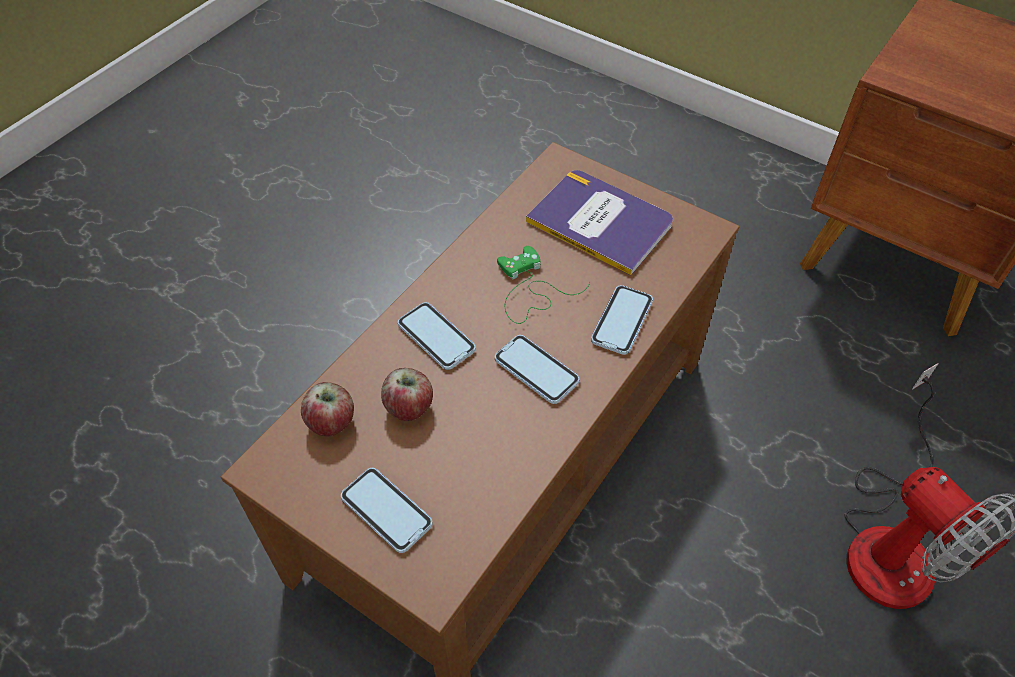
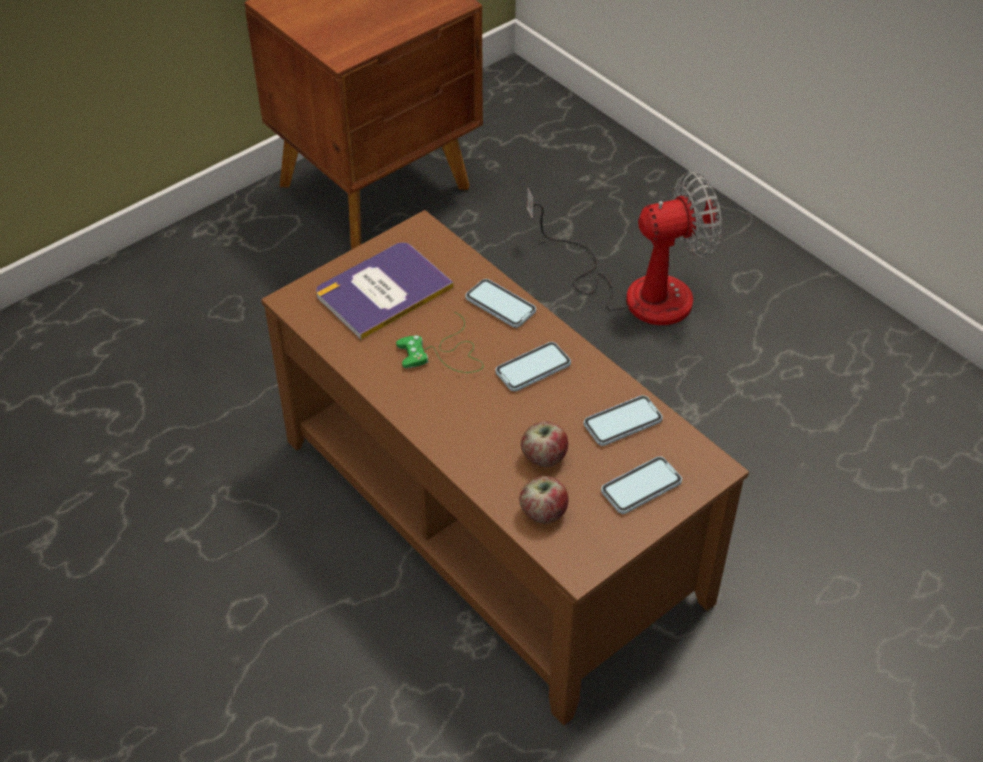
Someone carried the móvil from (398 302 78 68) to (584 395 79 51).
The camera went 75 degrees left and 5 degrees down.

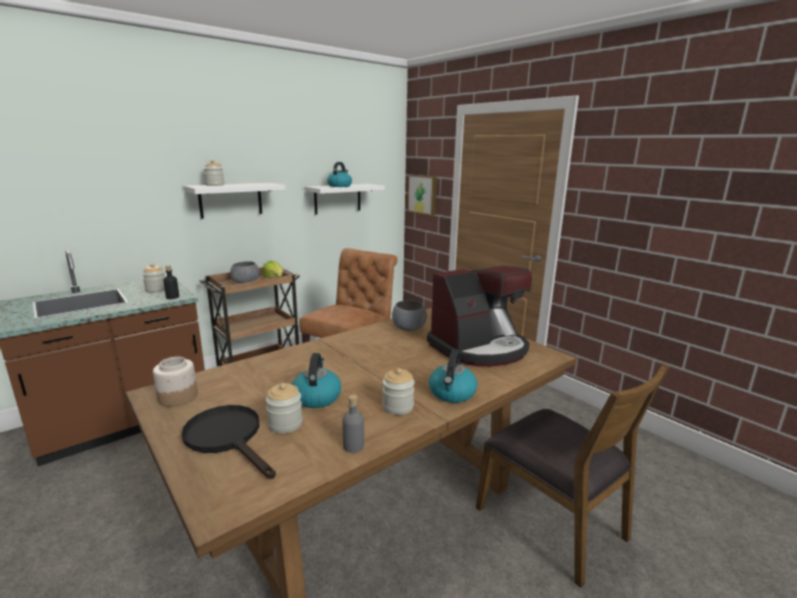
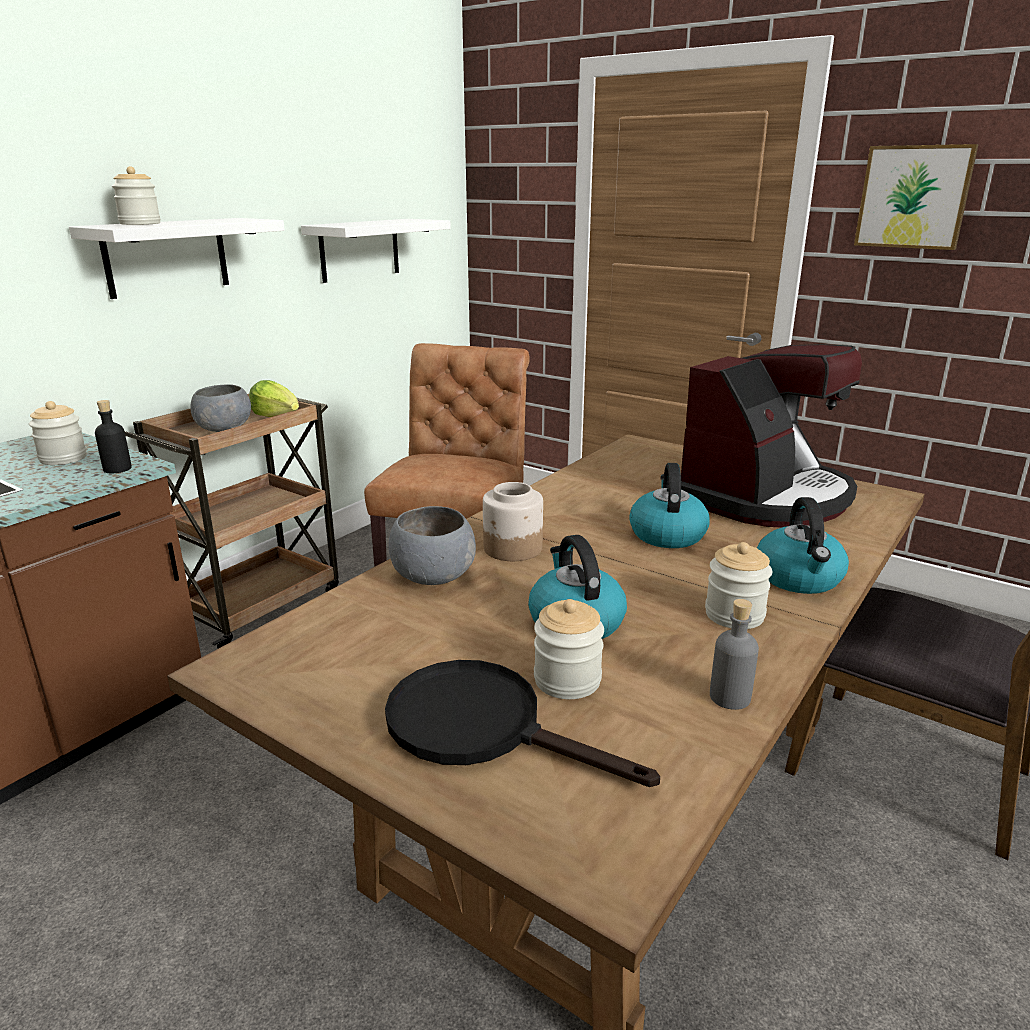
Someone carried the cuenco (gris) from (392 300 35 31) to (388 506 88 79).
Someone carried the tarro from (153 357 45 50) to (483 482 60 79).
Someone carried the hervidor from (327 162 25 25) to (629 463 81 85).
Someone carried the cuadro from (408 175 29 41) to (854 144 124 106).
The camera went 15 degrees left and 5 degrees up.

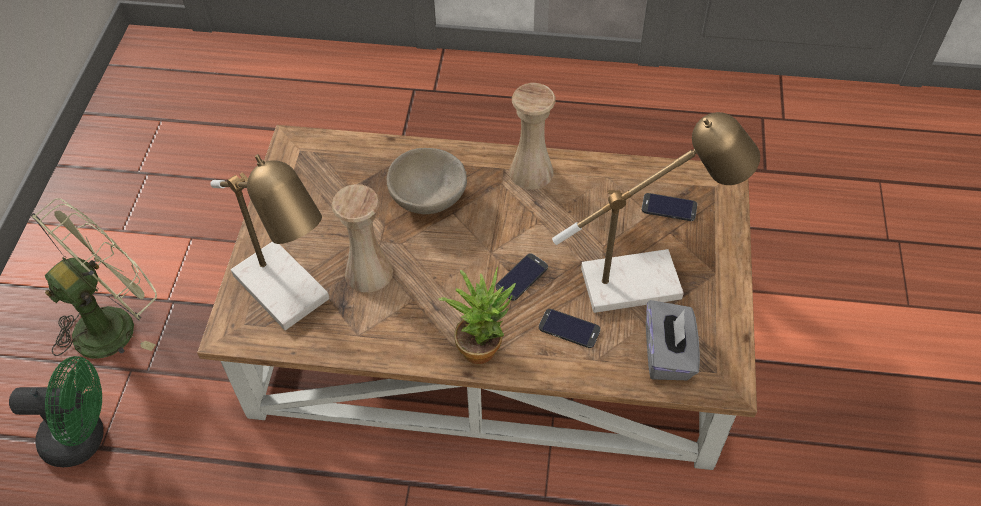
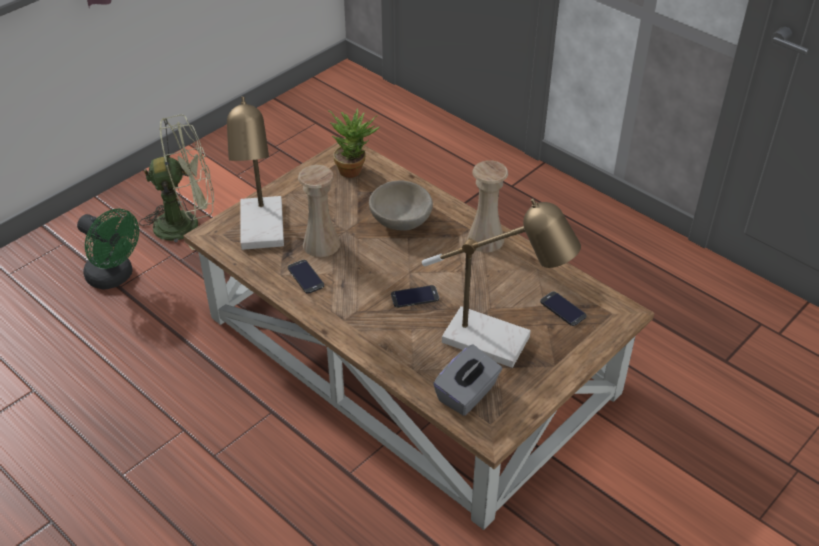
Someone carried the móvil from (539 309 61 39) to (288 260 36 34).
Someone carried the planta en maceta from (438 266 78 98) to (328 109 52 69).
The camera went 35 degrees right and 10 degrees down.

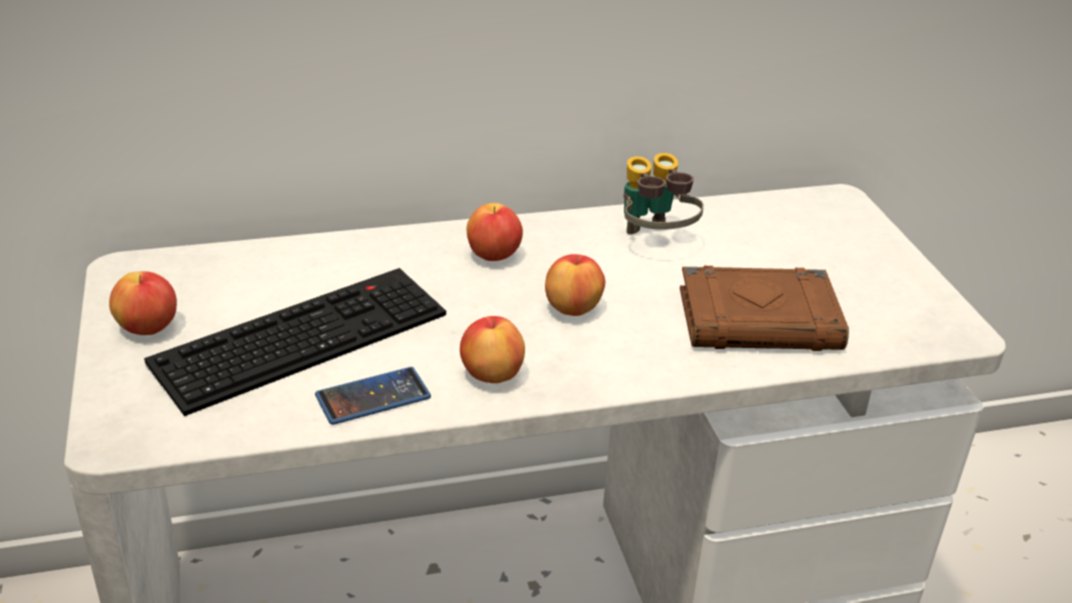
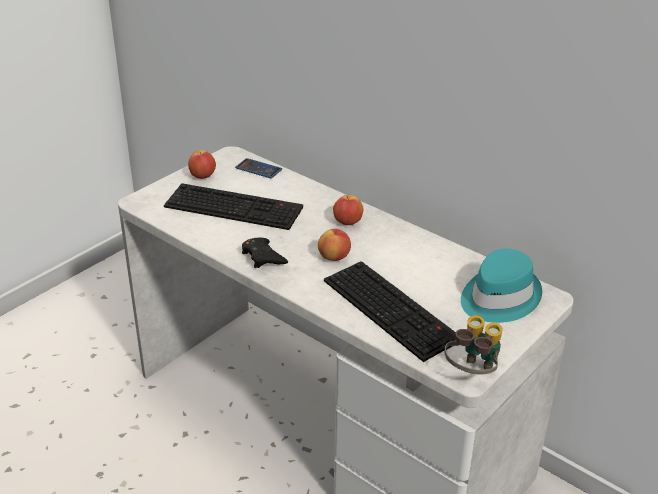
Someone carried the móvil from (315 367 116 58) to (235 158 47 20).
Someone swapped the manzana at (460 316 65 67) for the mando de consola (negro) at (242 237 46 31).
Someone swapped the libro (marrón) at (680 266 169 85) for the teclado at (324 261 132 101).
Someone carried the prismáticos from (624 153 80 81) to (444 315 59 60).
Someone put down the sombrero (turquesa) at (461 248 81 75).
The camera went 55 degrees right and 0 degrees up.

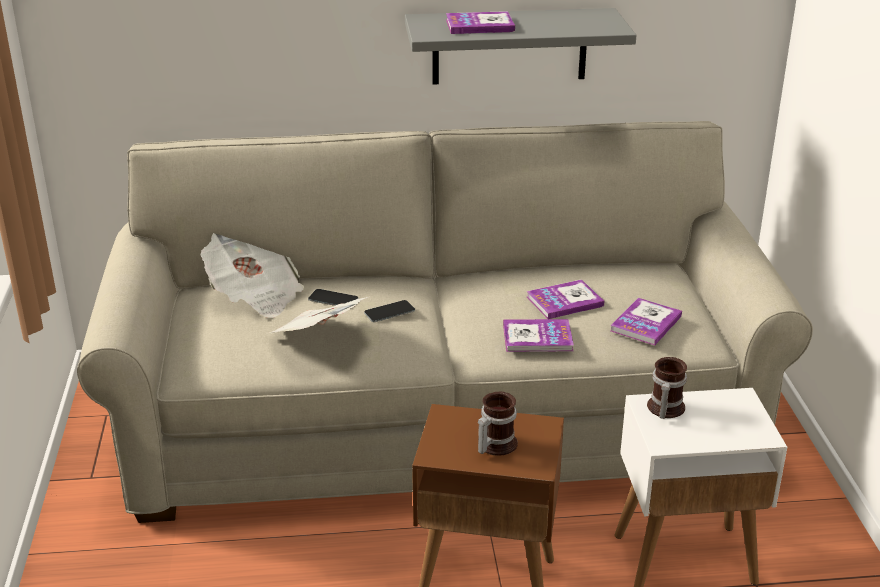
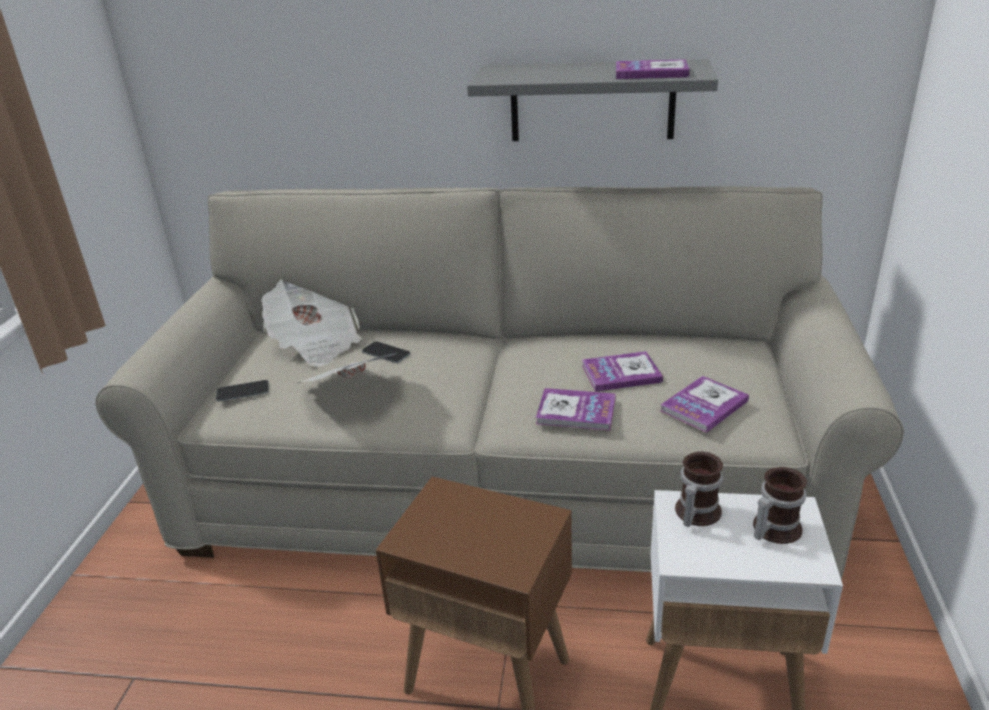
Someone carried the móvil from (364 300 51 22) to (216 380 53 22).
Someone carried the libro from (446 11 69 23) to (616 59 74 20).
Someone carried the taza grande from (478 392 40 64) to (753 467 54 77).
The camera went 15 degrees right and 0 degrees up.

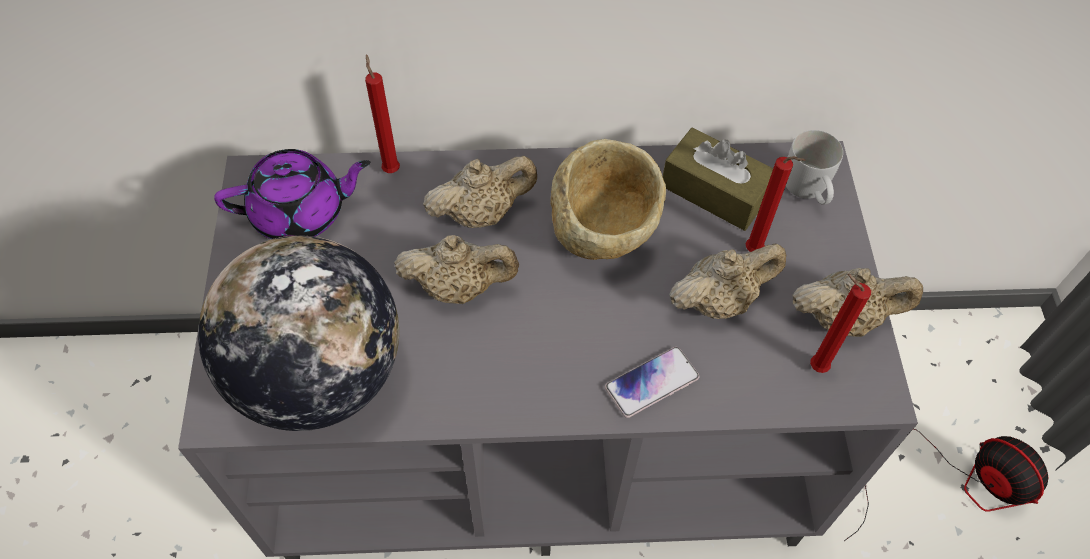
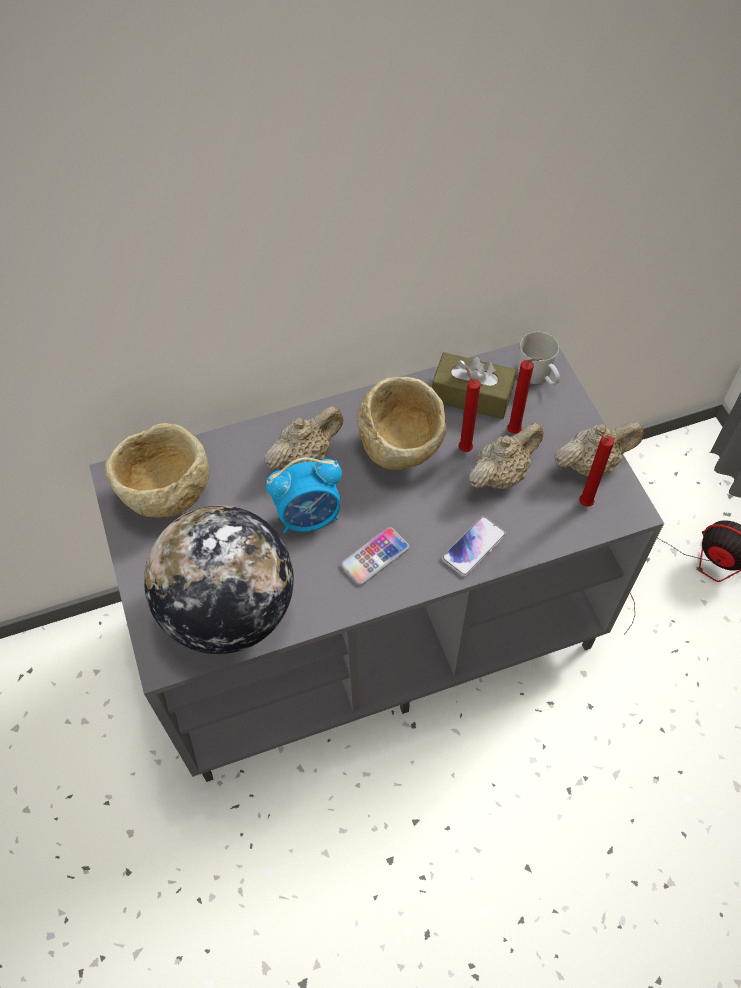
Someone swapped the tetera (morado) at (214 149 156 90) for the cuenco (beis) at (105 423 104 95).
Someone swapped the tetera (beis) at (394 235 125 69) for the despertador at (266 457 76 77).
Someone put down the móvil at (341 527 68 58).
Someone carried the vela (rojo) from (365 54 35 119) to (458 367 23 85).
The camera went 15 degrees left and 0 degrees up.

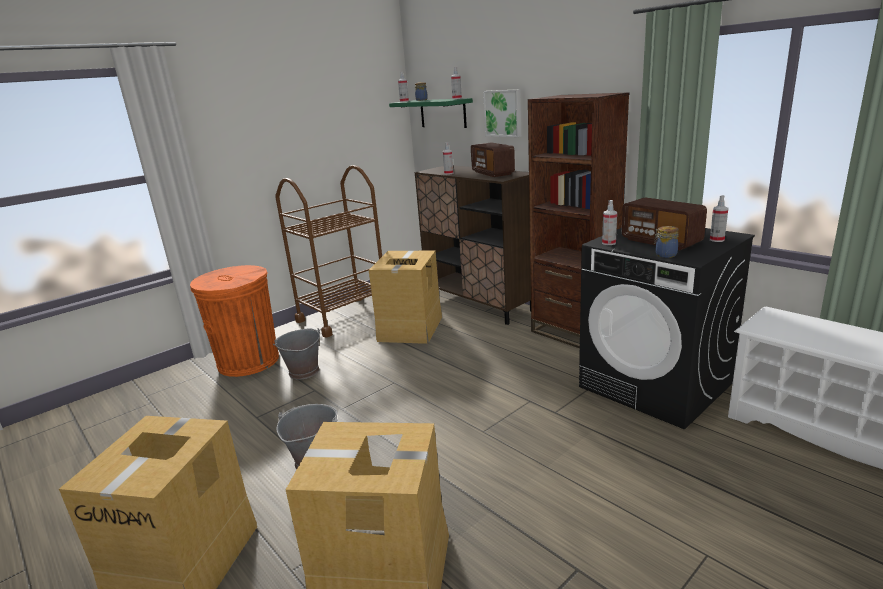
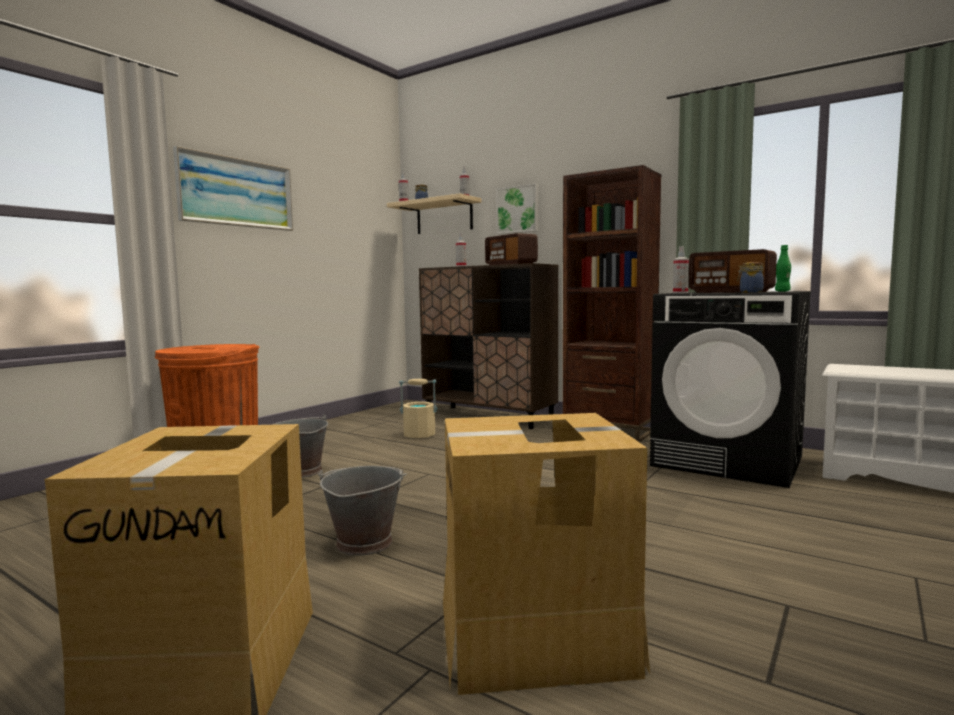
Someone put up the cuadro at (173 146 120 85).
Someone repainted the estante (verde) at (389 98 84 30), which became the estante (beis) at (387 193 95 41).
Someone swapped the caja de cartón at (369 251 73 93) for the cubo (beis) at (399 379 38 59).
Someone swapped the pulverizador at (710 195 18 47) for the botella (verde) at (775 245 16 46).
Someone took away the carrito (marrón) at (275 165 107 172).
The camera went 15 degrees left and 15 degrees down.

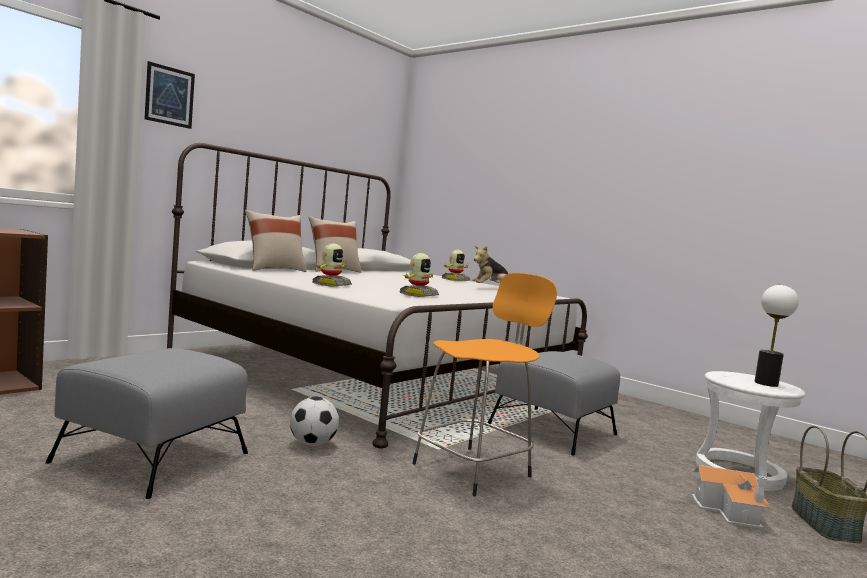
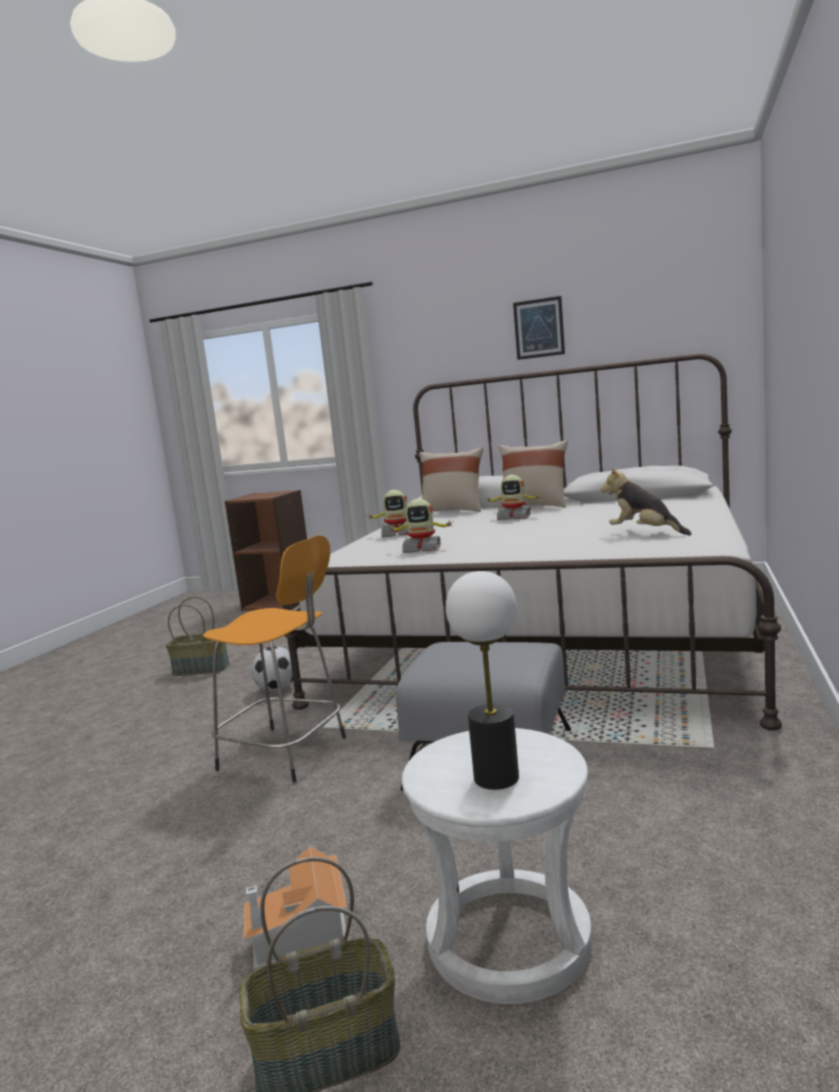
Someone swapped the puf (gris) at (45 348 203 151) for the cesta at (166 597 64 79).
Someone carried the robot de juguete from (442 250 29 31) to (485 475 57 45).
Someone carried the cuadro from (144 61 51 68) to (513 296 52 64).
The camera went 70 degrees right and 5 degrees up.

